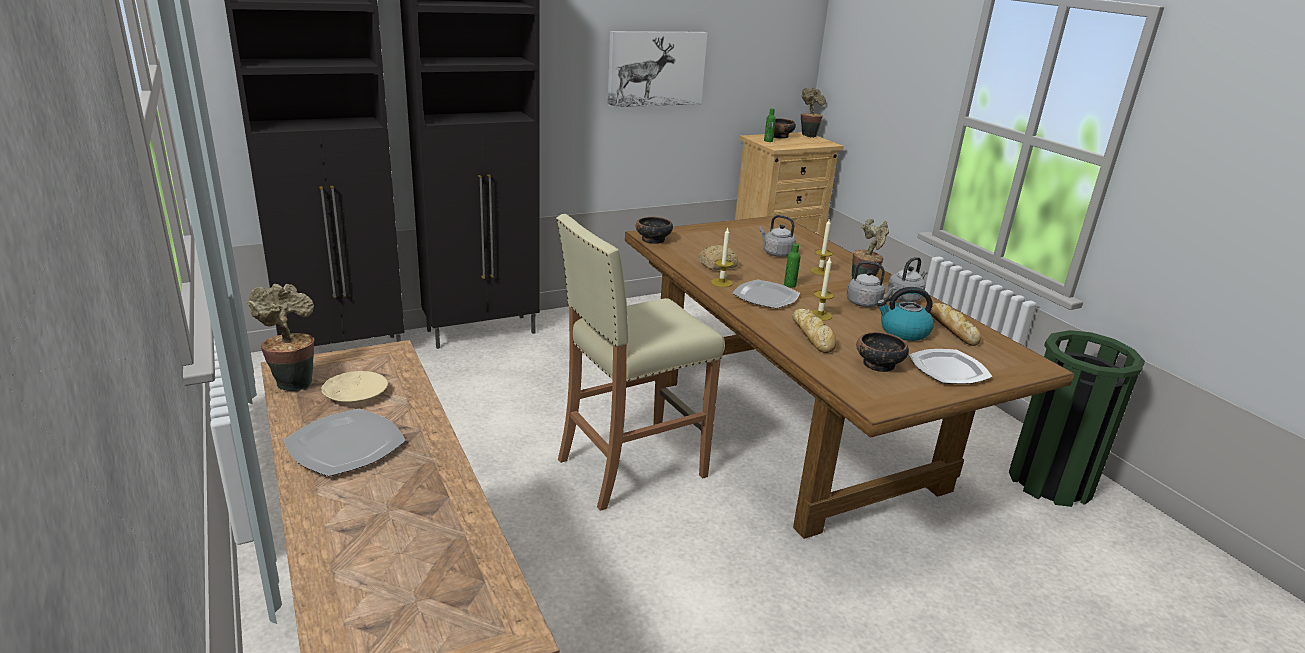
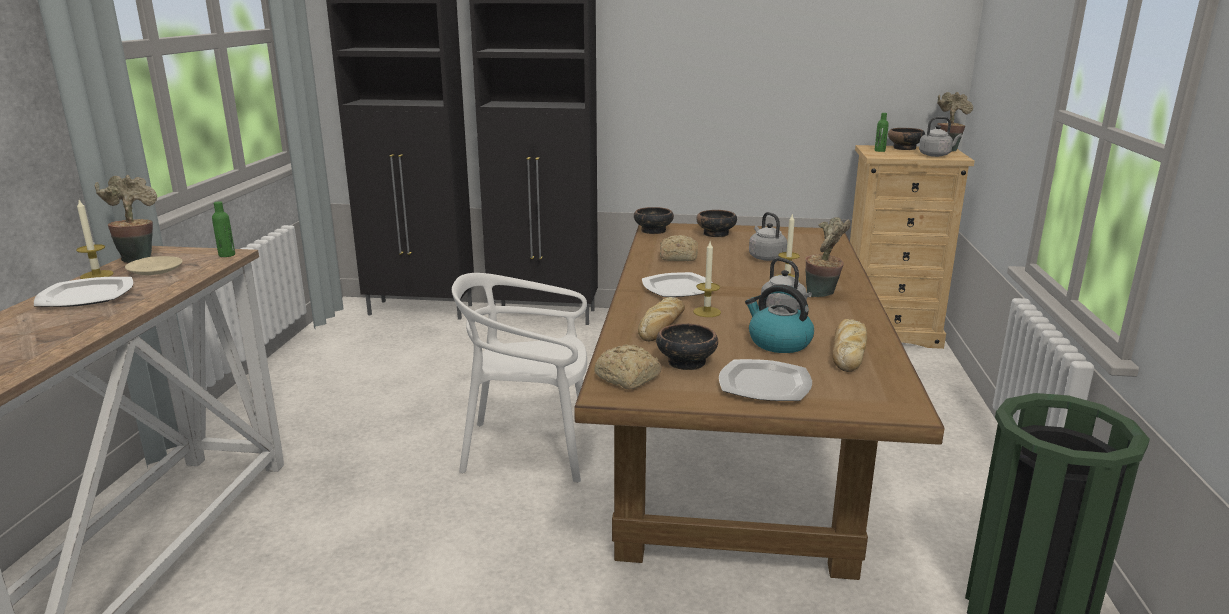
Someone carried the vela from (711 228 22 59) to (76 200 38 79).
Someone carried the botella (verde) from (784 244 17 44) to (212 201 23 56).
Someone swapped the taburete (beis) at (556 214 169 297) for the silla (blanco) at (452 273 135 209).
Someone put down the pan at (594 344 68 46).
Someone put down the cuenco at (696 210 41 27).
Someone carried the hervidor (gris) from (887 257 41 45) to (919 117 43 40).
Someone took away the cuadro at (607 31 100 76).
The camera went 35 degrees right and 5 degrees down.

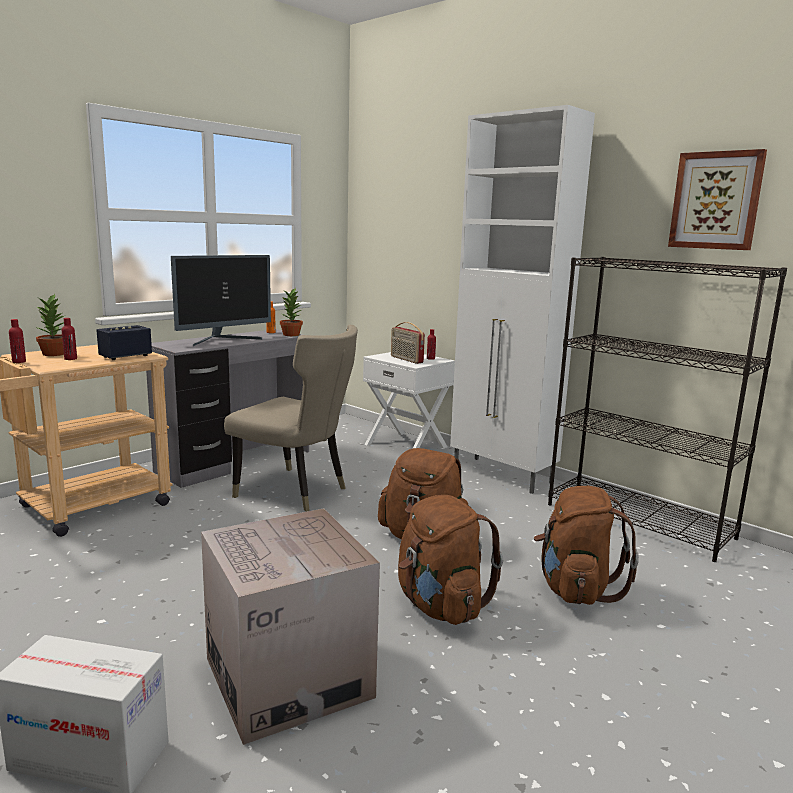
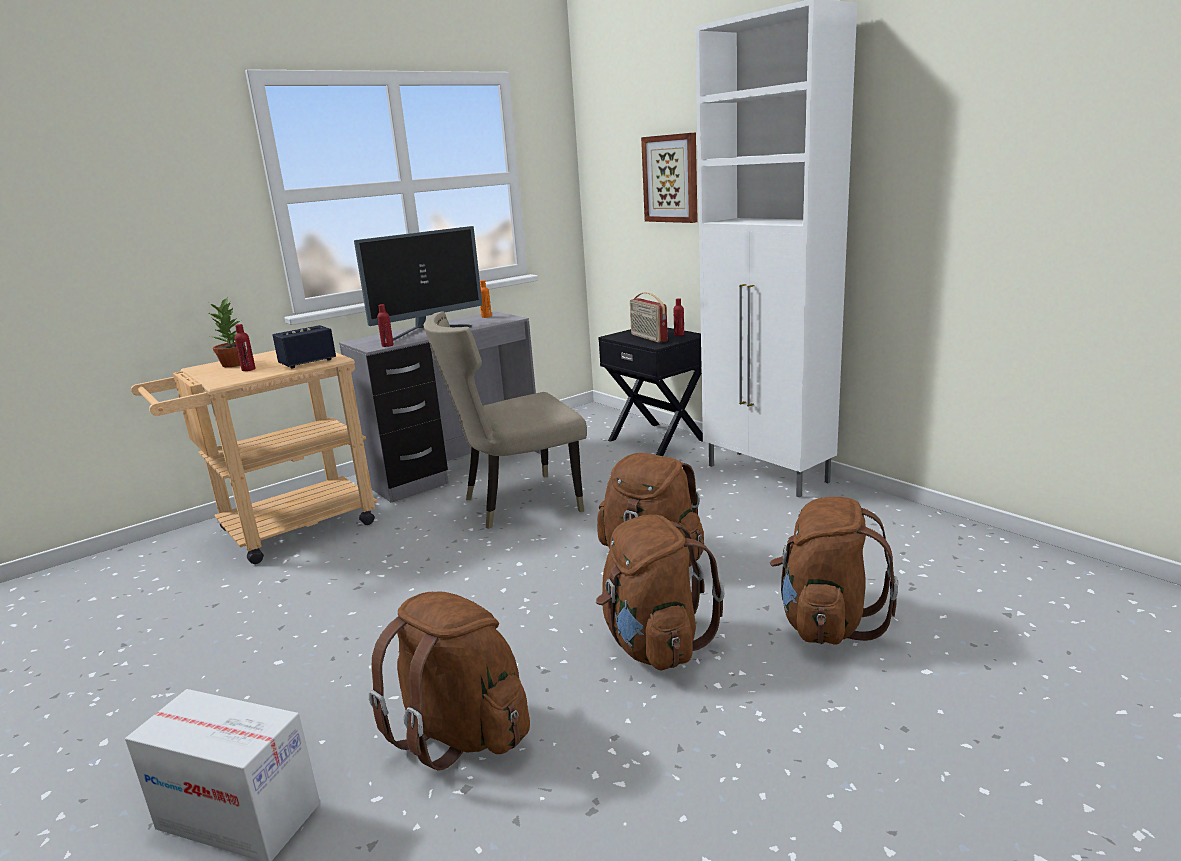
Someone swapped the caja de cartón at (201 508 179 237) for the mochila (marrón) at (369 591 161 180).
Someone carried the botella (rojo) from (9 319 17 44) to (377 304 17 43).
Someone rotated the silla (beis) at (224 324 134 188) by 120 degrees clockwise.
Someone repainted the mesita de noche (blanco) at (363 352 92 97), which became the mesita de noche (negro) at (598 328 105 128).
Someone carried the cuadro from (668 149 99 101) to (641 133 57 90).
Someone took away the planta en maceta at (280 288 23 48).
Someone took away the estantería (negro) at (548 257 239 305).
The camera went 10 degrees right and 5 degrees up.

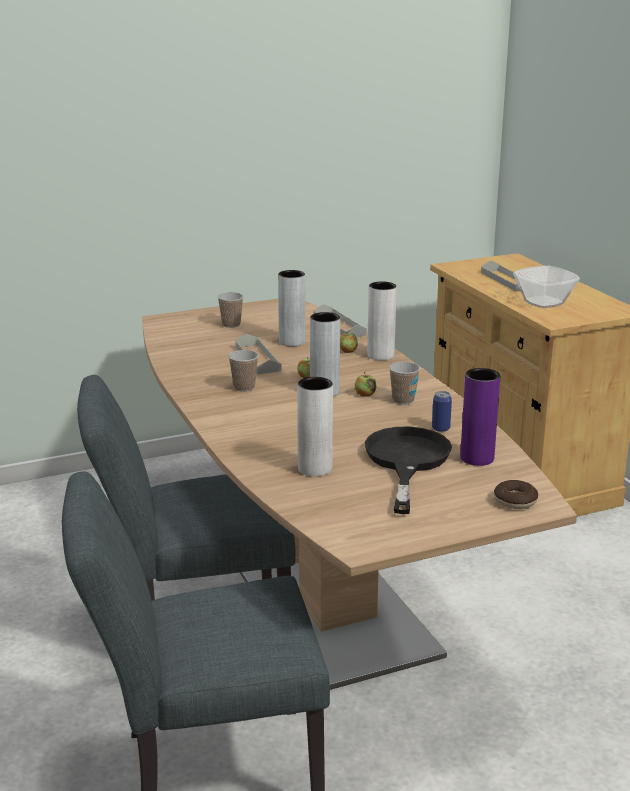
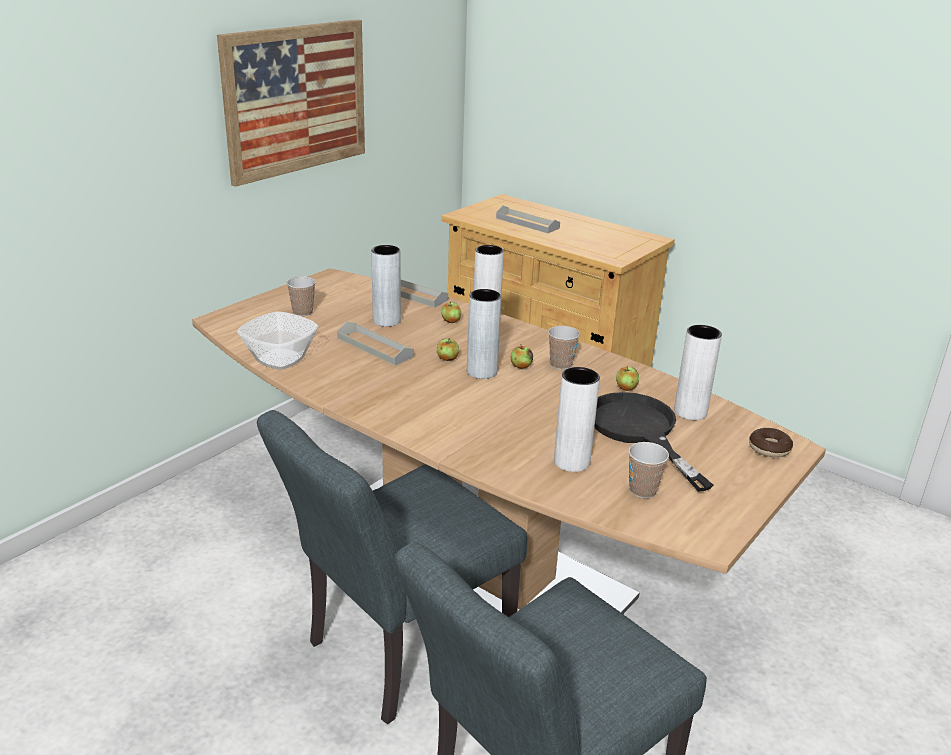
Someone put up the cuadro at (217 19 148 168).
Someone carried the cuenco from (513 266 67 42) to (237 311 81 59).
Someone swapped the lata at (432 391 20 41) for the manzana at (616 367 23 24).
Someone carried the taza from (228 350 31 42) to (629 442 40 56).
Someone repainted the florero (morado) at (460 368 40 98), which became the florero (blanco) at (674 325 48 95).
The camera went 30 degrees left and 5 degrees up.

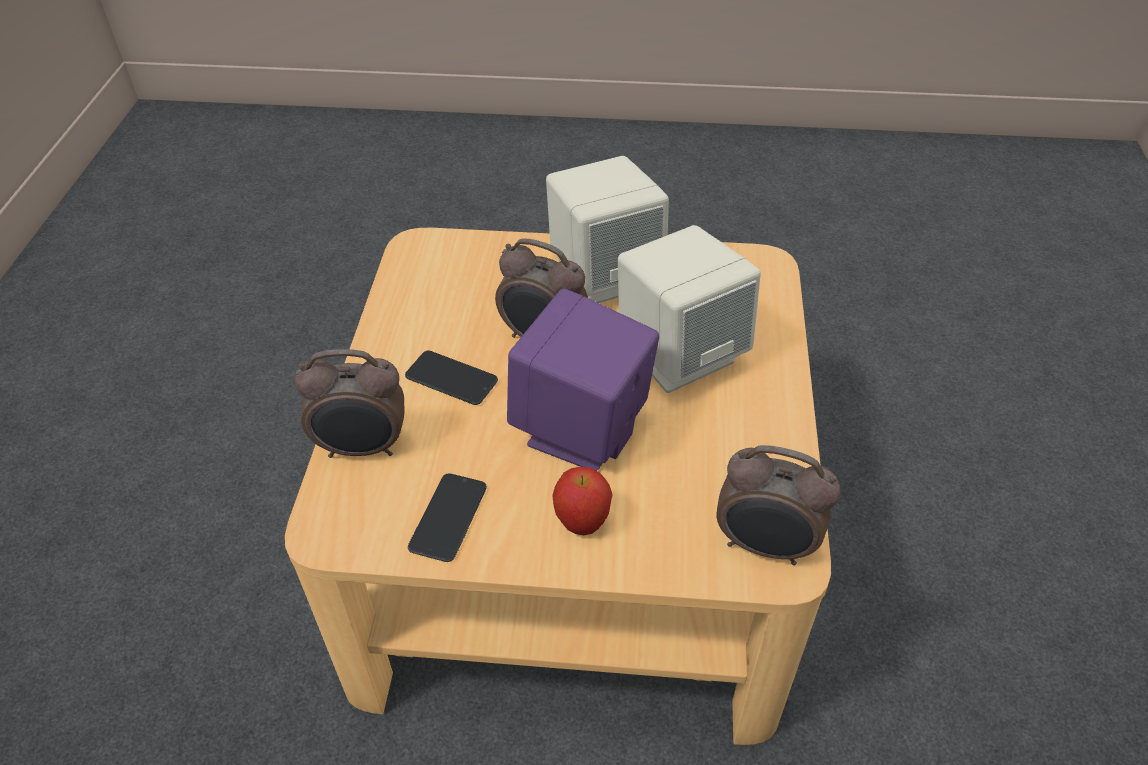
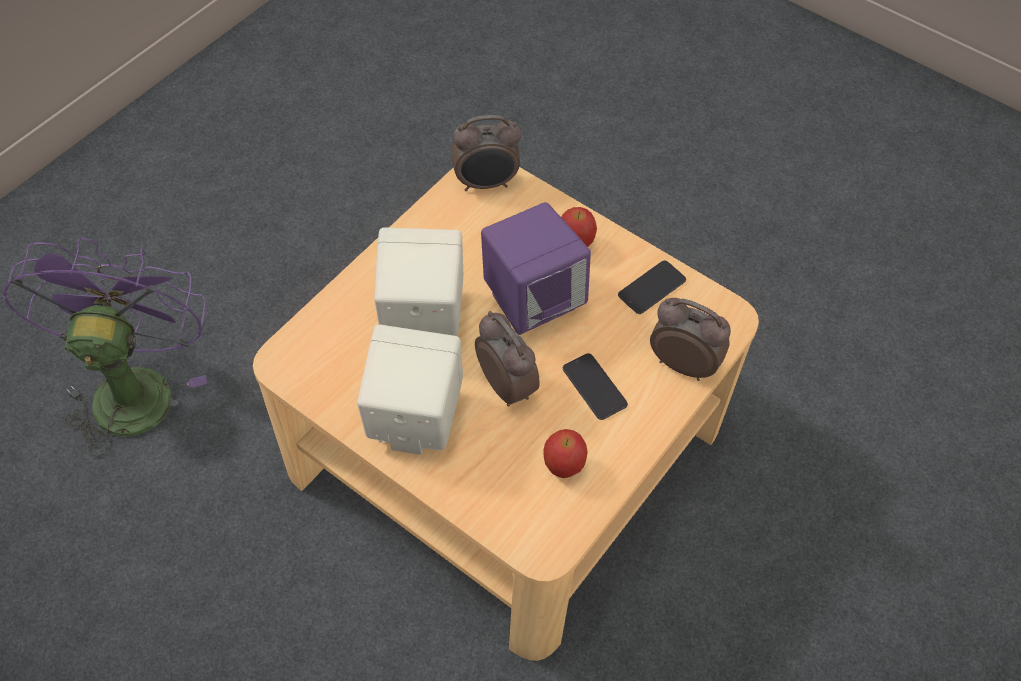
Someone put down the ventilador (morado) at (2 237 205 220).
Someone rotated the despertador at (716 445 125 120) by 120 degrees clockwise.
Someone put down the manzana at (543 429 45 49).
The camera went 150 degrees left and 10 degrees up.

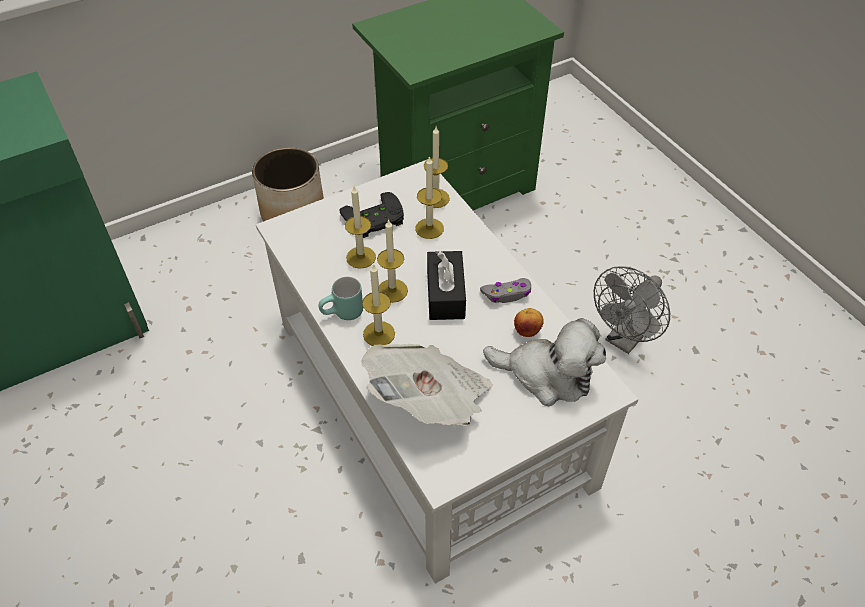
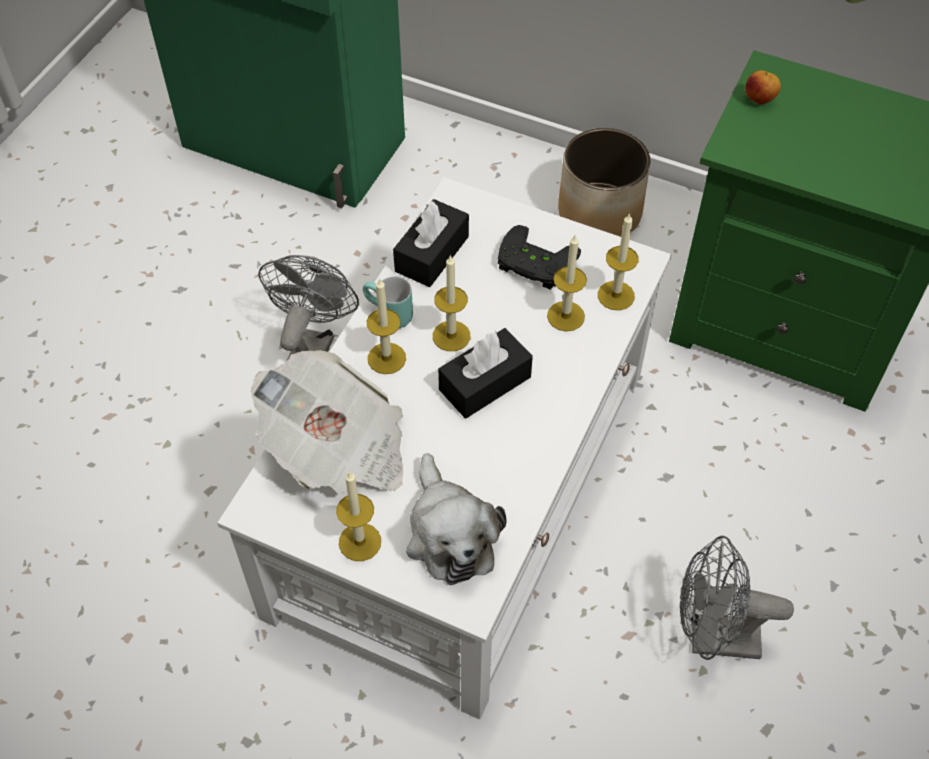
Someone put down the ventilador (gris) at (258 255 101 105).
Someone carried the vela from (345 186 31 83) to (336 471 45 90).
Someone put down the caja de pañuelos (negro) at (393 199 76 88).
Someone carried the manzana from (514 308 30 29) to (745 70 36 34).
Someone took away the mando de consola (gris) at (480 278 51 25).
The camera went 55 degrees right and 5 degrees up.

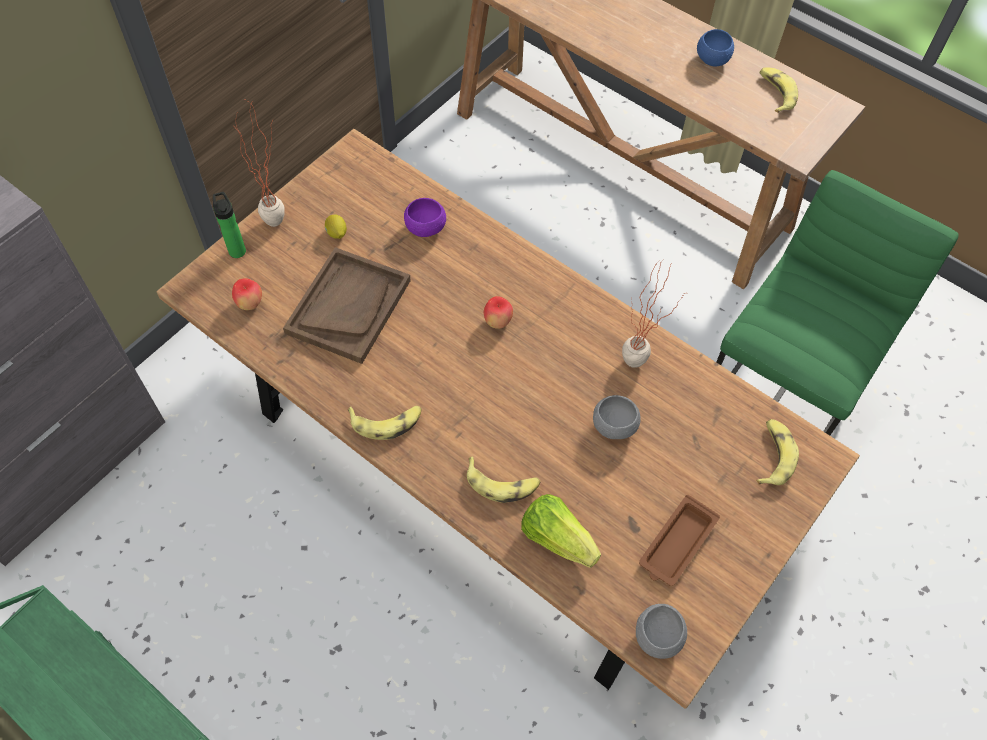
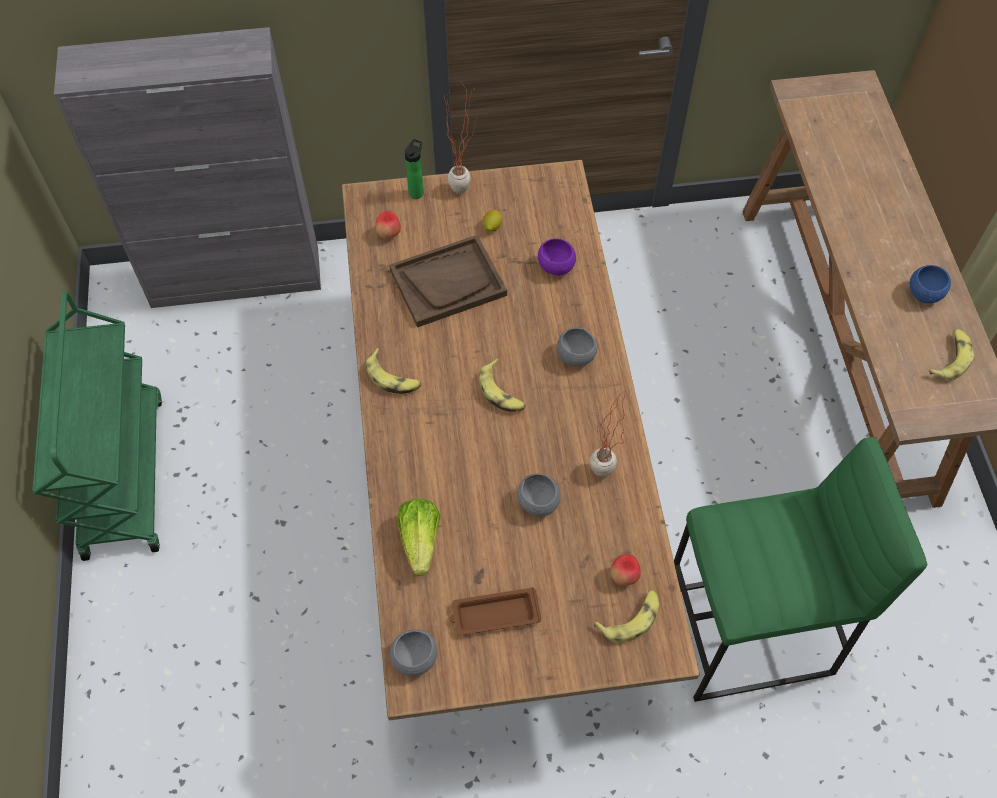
Someone carried the plátano from (467 456 73 47) to (479 359 47 53).
Someone put down the cuenco (gris) at (557 327 41 39).
Someone carried the manzana from (484 296 29 33) to (610 554 31 32).
The camera went 45 degrees right and 0 degrees up.

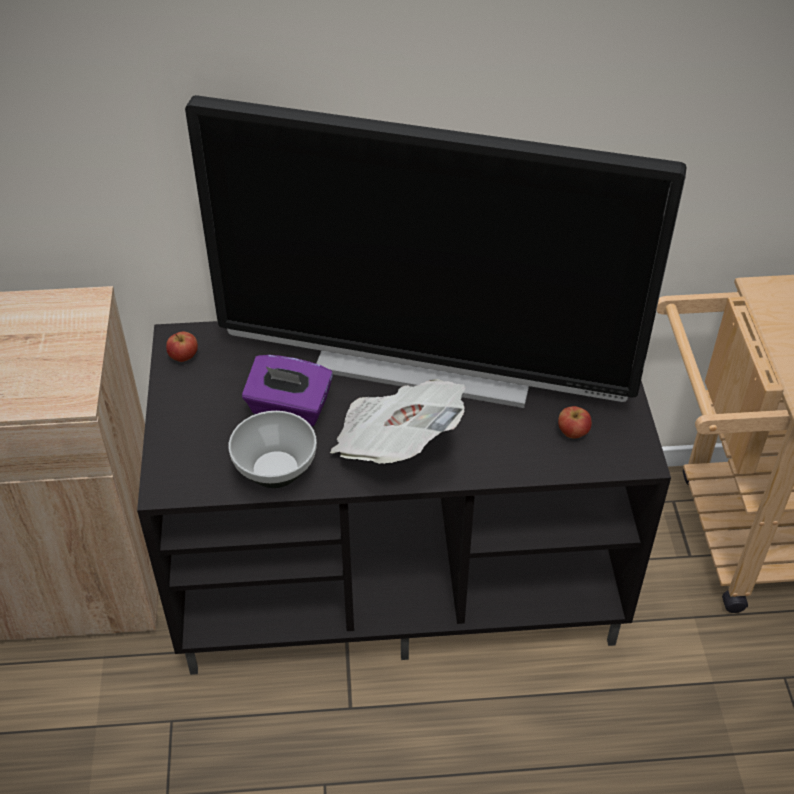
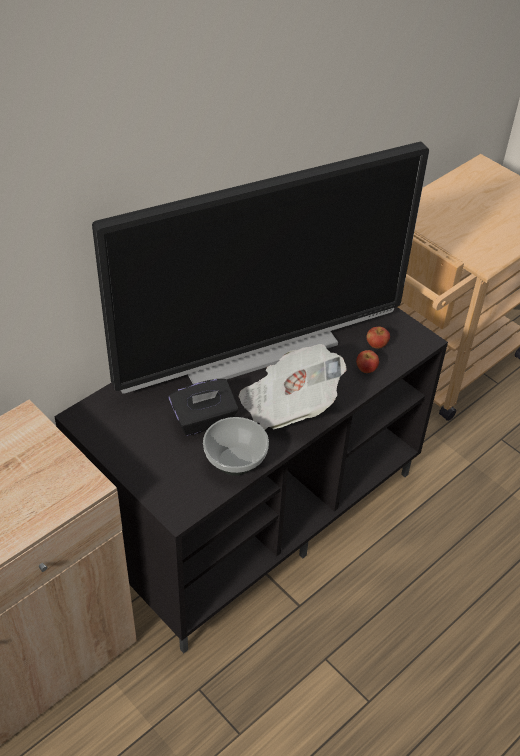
Someone repainted the caja de pañuelos (morado) at (242 355 91 71), which became the caja de pañuelos (negro) at (169 379 69 57).
Someone carried the manzana from (166 332 32 30) to (356 350 23 23).
The camera went 40 degrees left and 0 degrees up.

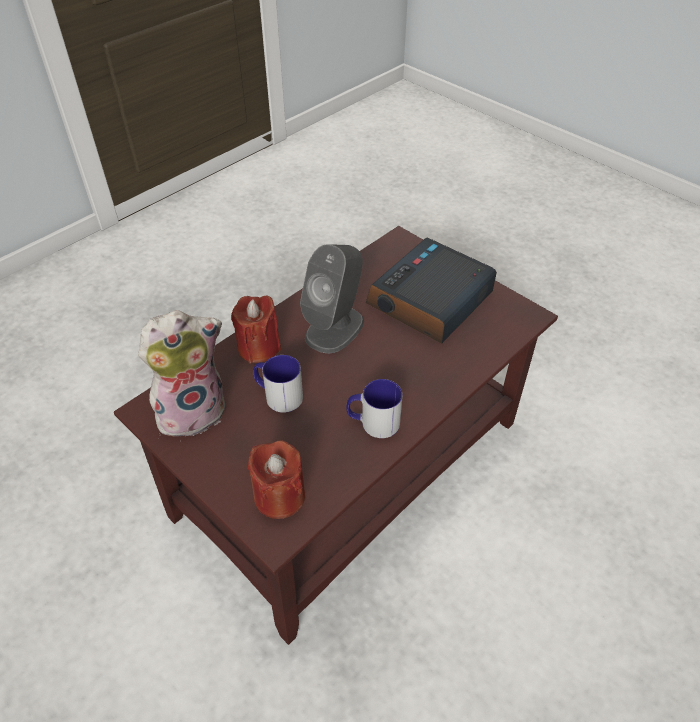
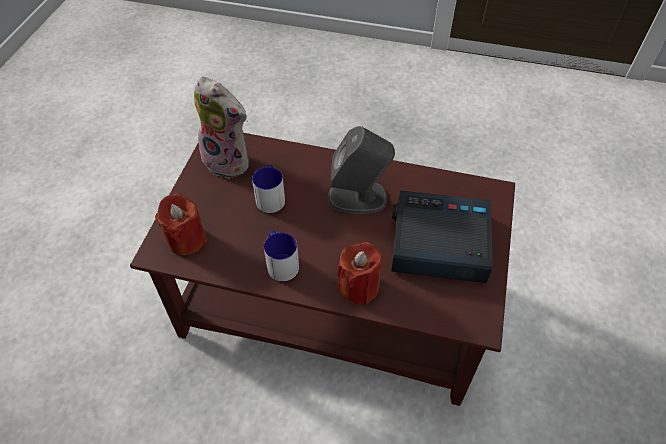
Someone carried the vela (rojo) from (231 295 50 68) to (337 242 45 62).
The camera went 60 degrees right and 5 degrees up.

